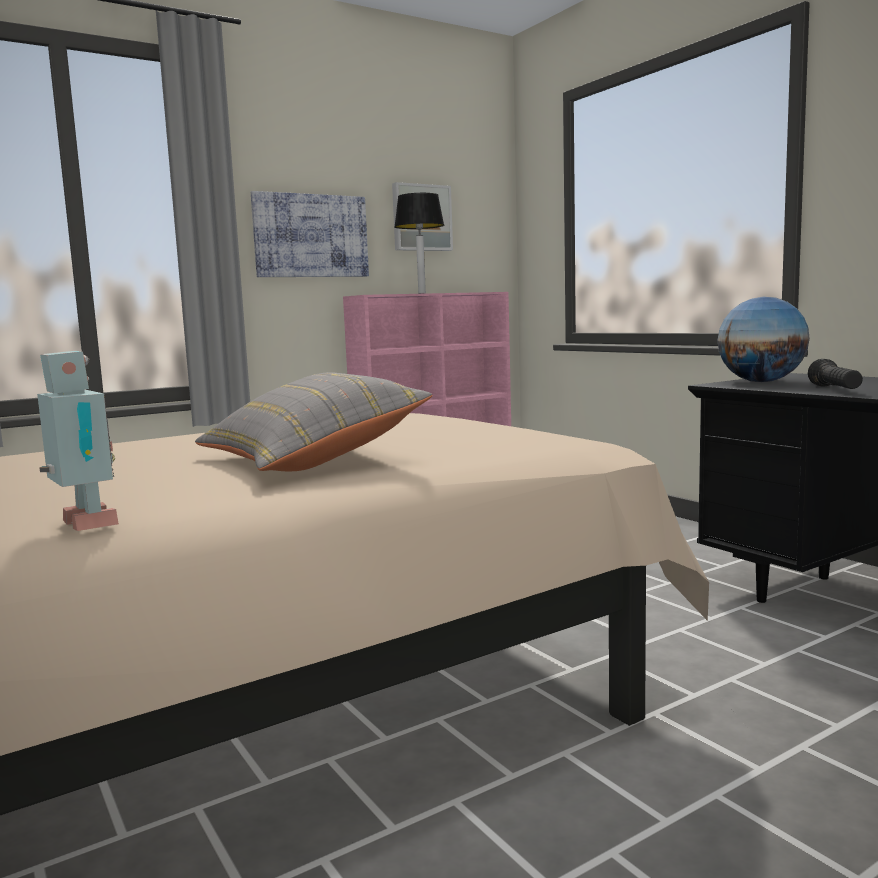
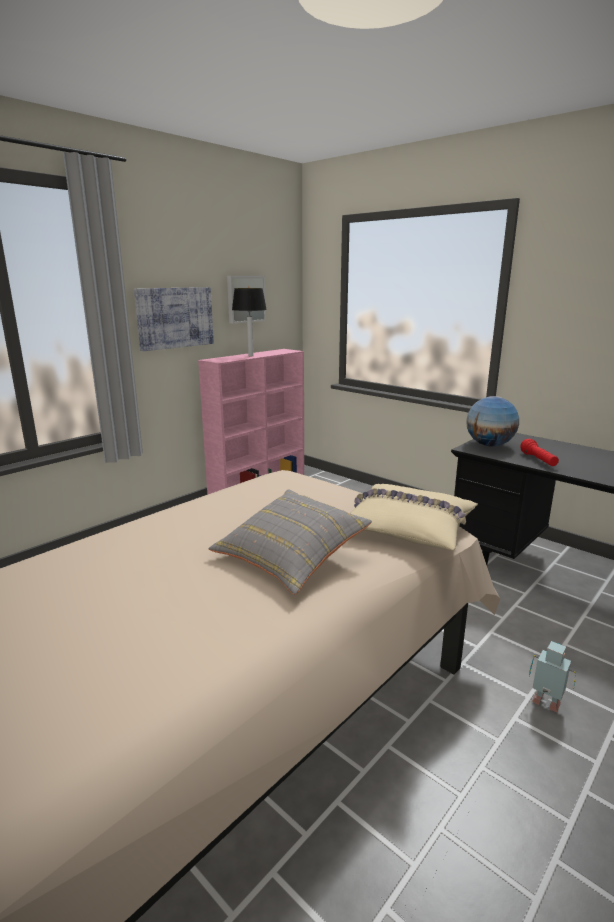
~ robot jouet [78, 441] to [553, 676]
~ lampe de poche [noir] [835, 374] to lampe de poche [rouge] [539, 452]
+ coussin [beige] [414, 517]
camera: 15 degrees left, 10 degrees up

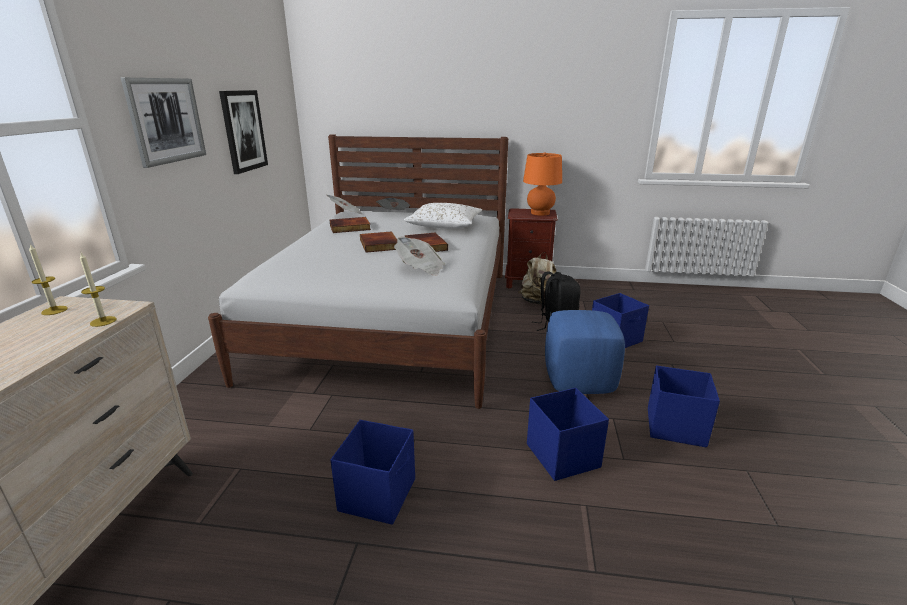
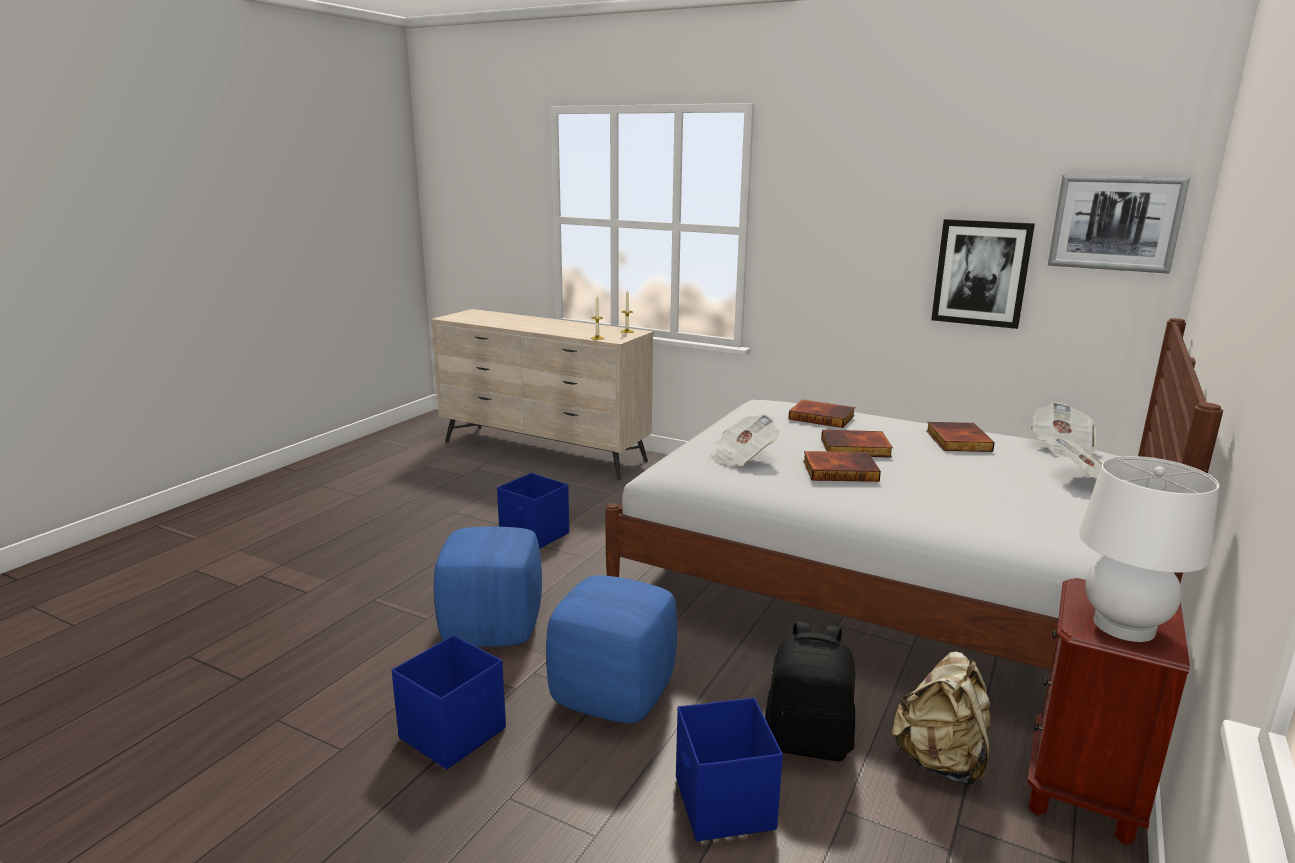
~ tableau [163, 123] to [1119, 224]
- coussin [blanc] [443, 215]
~ lampe de table [orange] [542, 184] to lampe de table [blanc] [1149, 549]
~ boîte de rangement [bleu] [568, 434] to pouf [bleu] [488, 587]
+ livre [821, 414]
camera: 110 degrees right, 5 degrees down

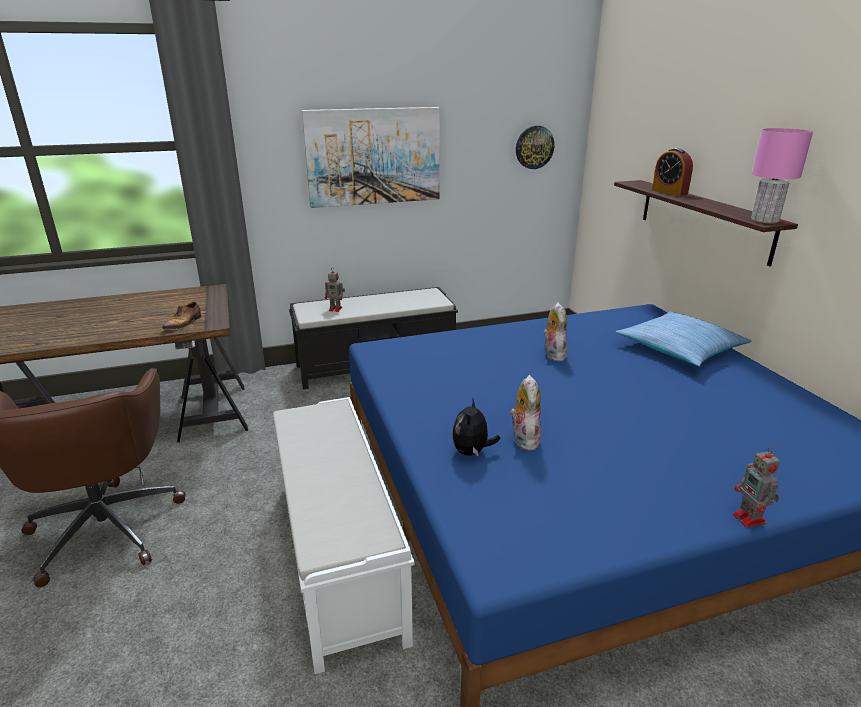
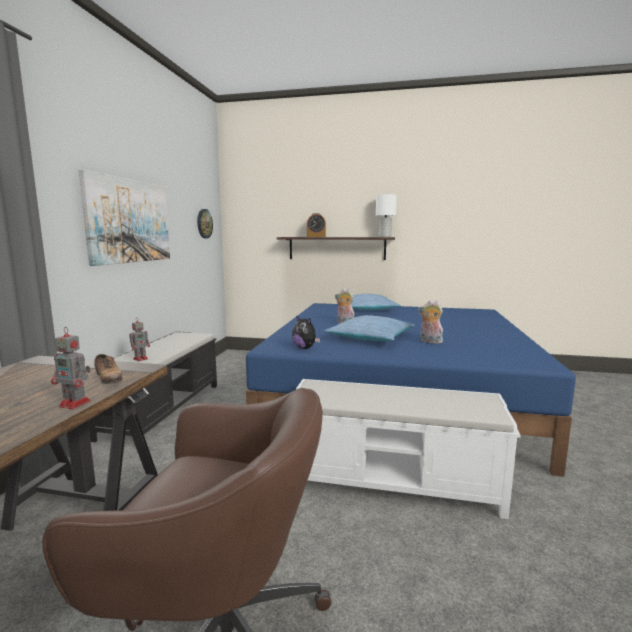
~ peluche [476, 426] to [306, 332]
~ robot jouet [756, 487] to [71, 368]
~ lampe de table [rose] [782, 175] to lampe de table [blanc] [386, 215]
+ coussin [369, 328]
camera: 60 degrees left, 15 degrees down

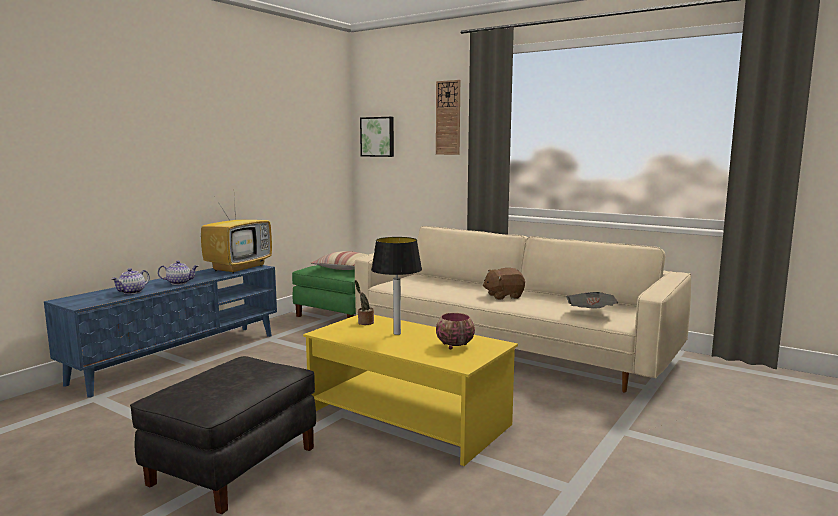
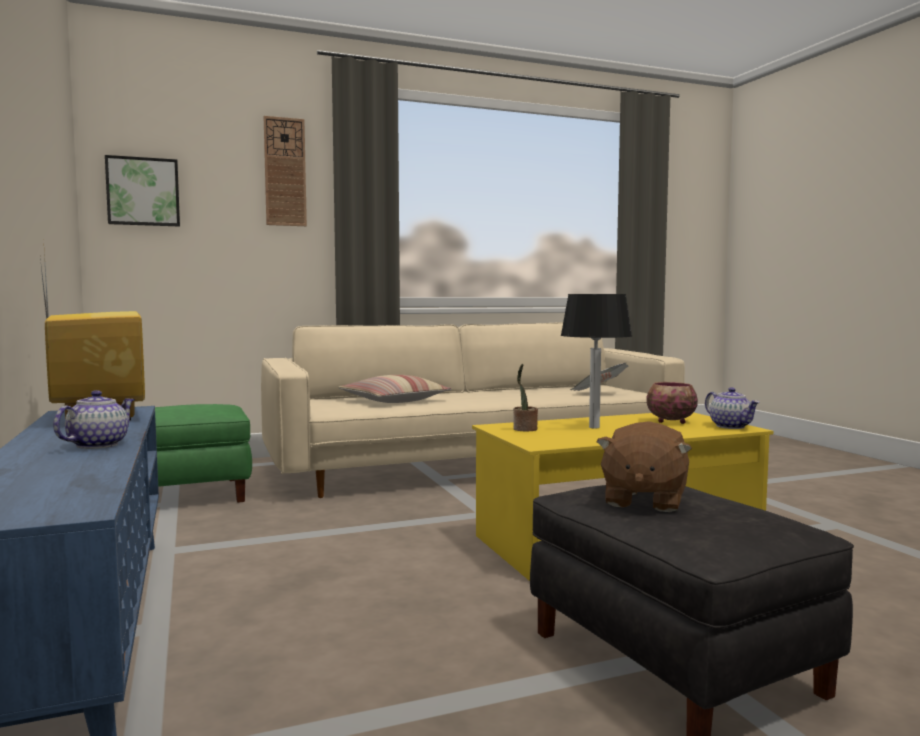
~ théière [130, 281] to [732, 408]
~ coussin [339, 260] to [395, 389]
~ peluche [marron] [504, 284] to [644, 466]
camera: 55 degrees left, 5 degrees down

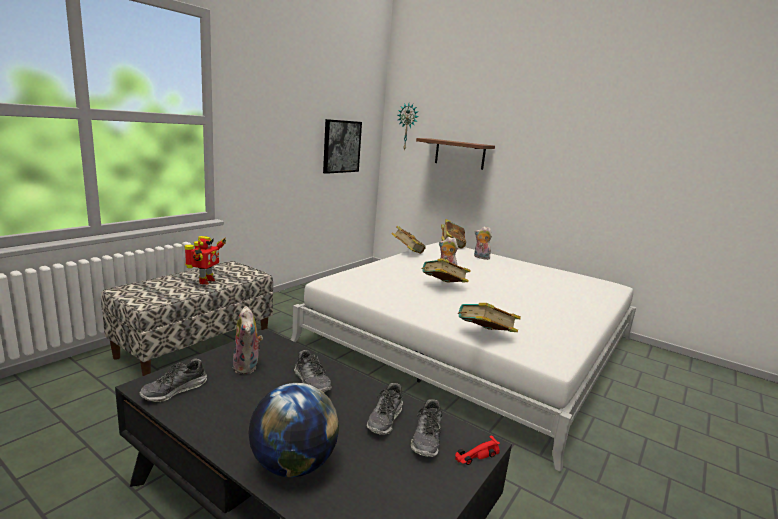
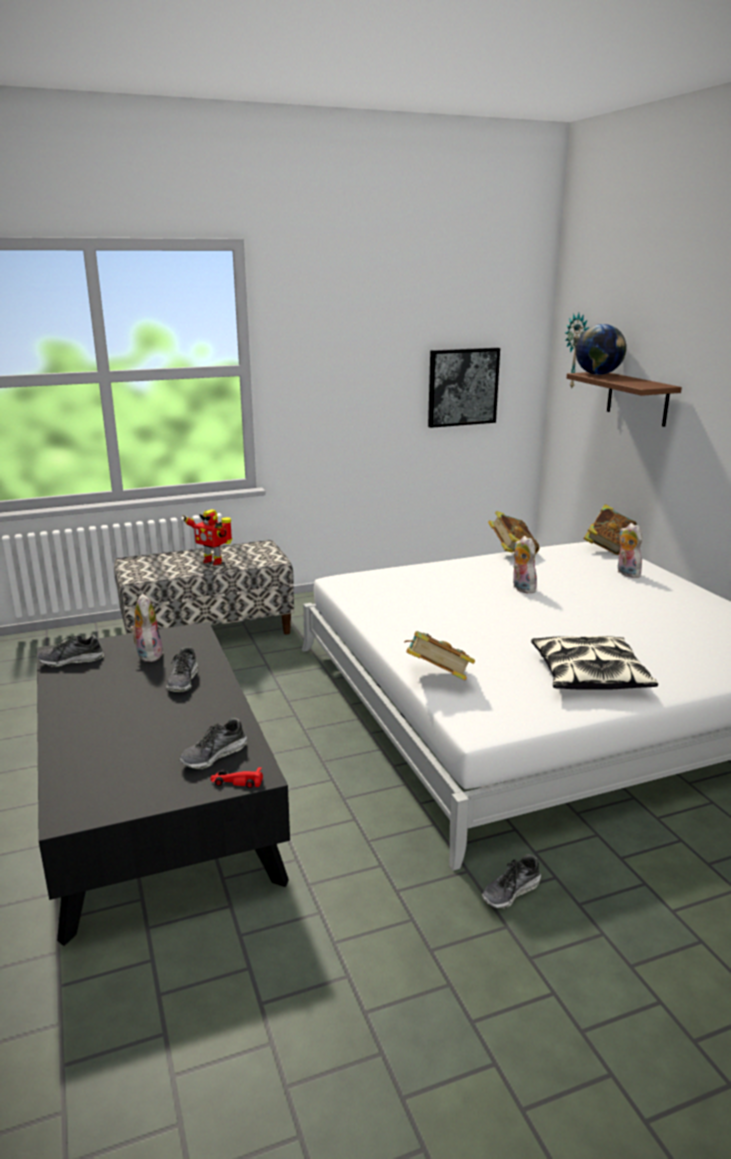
~ robot jouet [205, 260] = [207, 537] 75 degrees clockwise
~ peluche [248, 340] = [146, 627] 150 degrees clockwise
~ globe [293, 430] to [601, 349]
~ chaussure [385, 409] to [511, 881]
- livre [446, 270]
+ coussin [594, 663]
camera: 35 degrees right, 5 degrees up

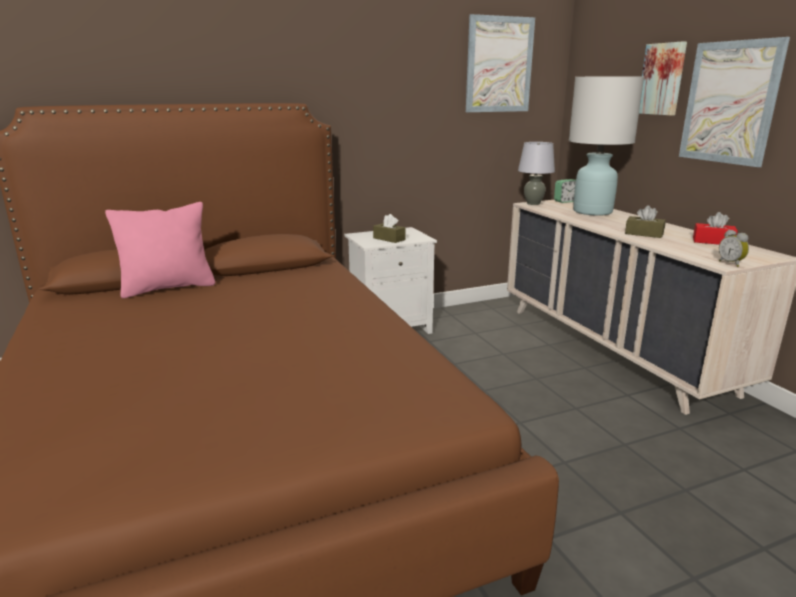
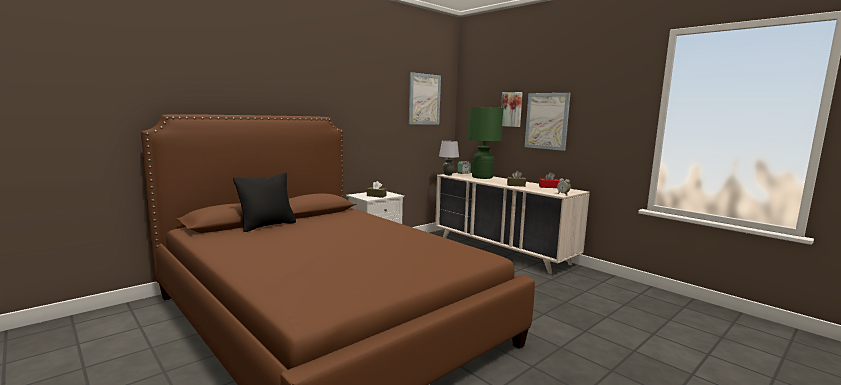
~ coussin [rose] [160, 250] to coussin [noir] [264, 202]
~ lampe de table [blanc] [606, 146] to lampe de table [vert] [485, 143]
camera: 20 degrees left, 10 degrees down

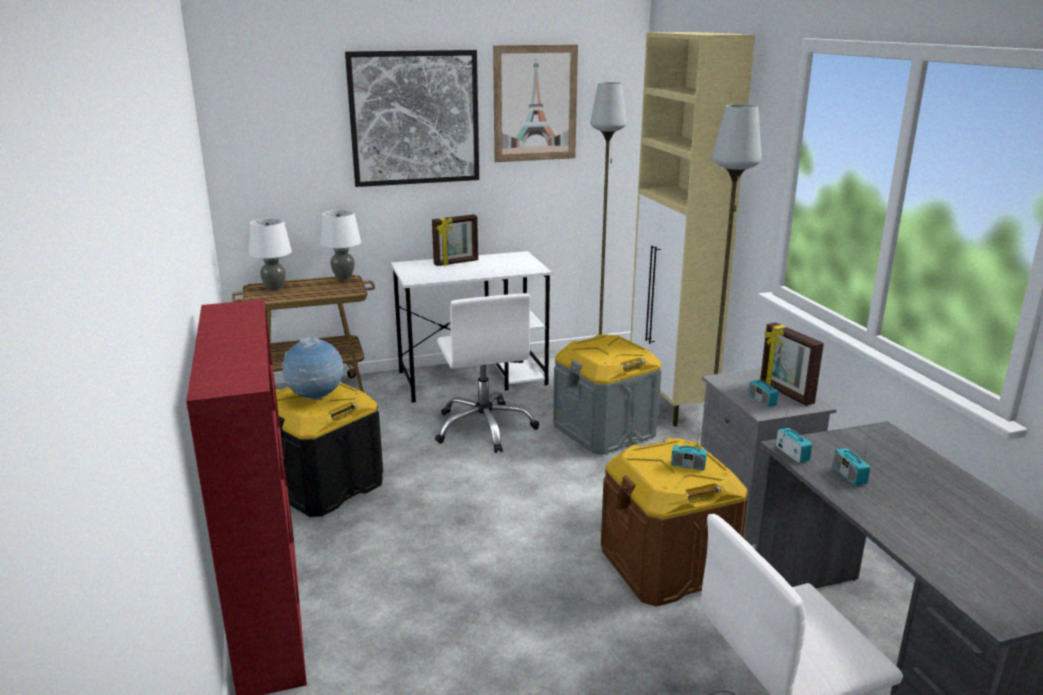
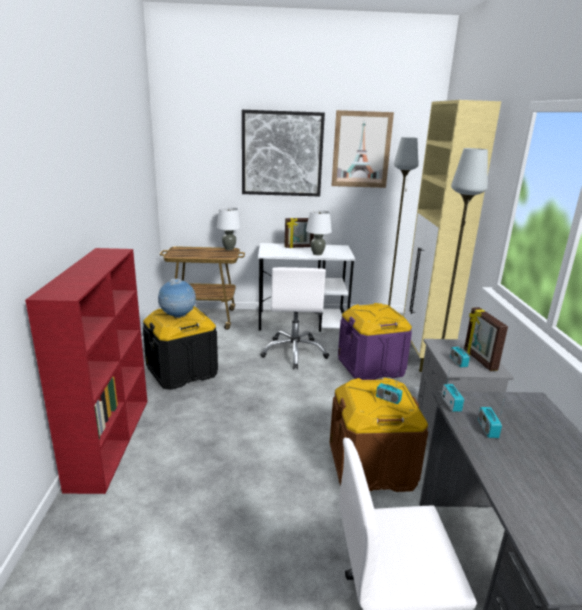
~ lampe de table [blanc] [270, 254] to [319, 232]
~ boîte de rangement [gris] [607, 394] to boîte de rangement [violet] [375, 341]
camera: 15 degrees right, 0 degrees up

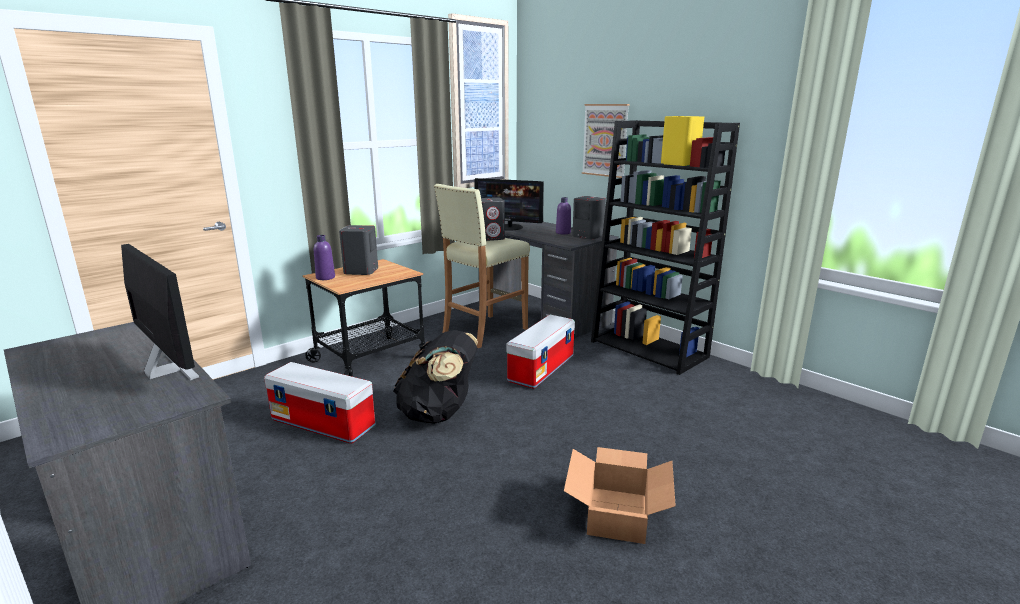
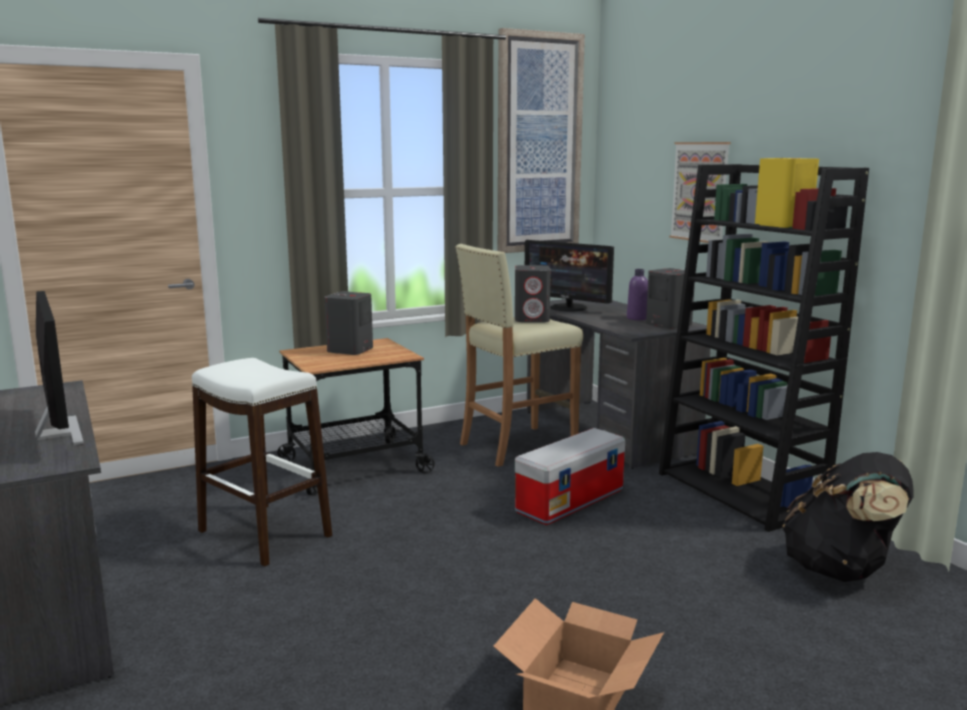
~ boîte de rangement [319, 402] to tabouret [blanc] [262, 462]
- bouteille [violet] [324, 257]
~ sac à dos [noir] [435, 377] to [847, 517]
camera: 15 degrees right, 5 degrees down

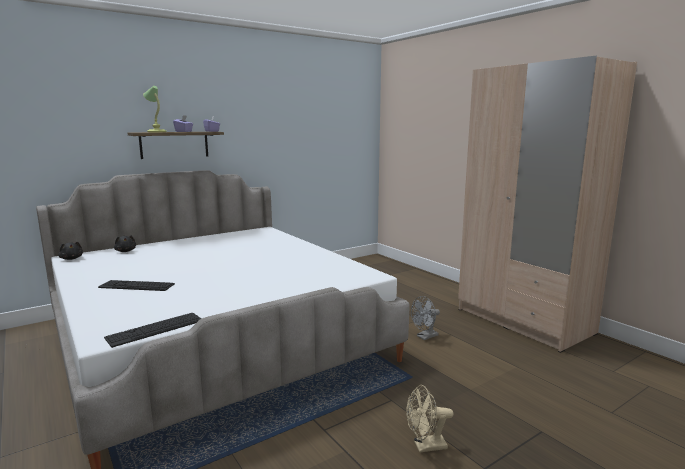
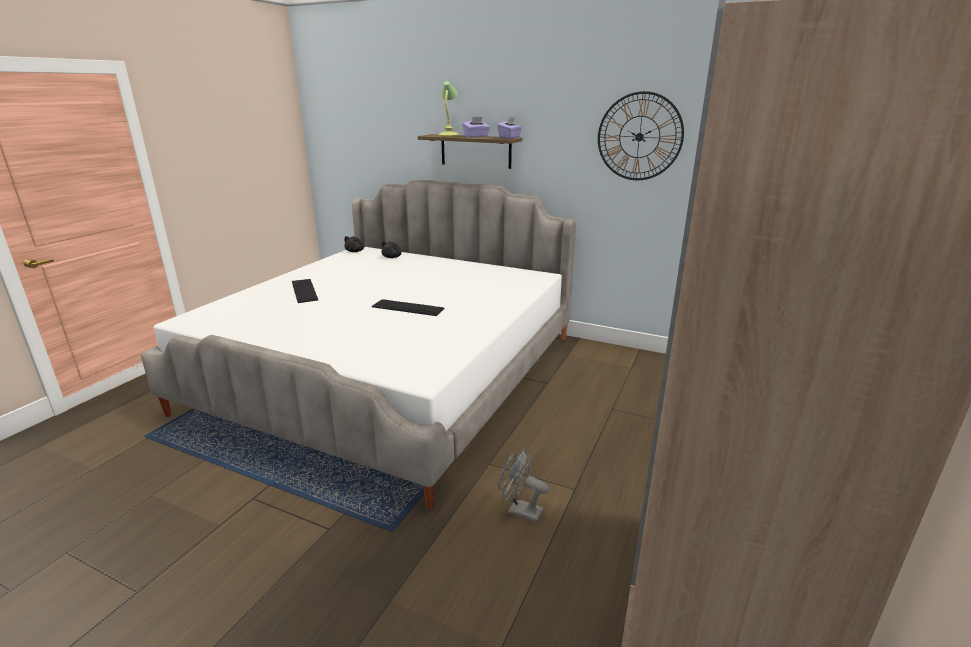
~ clavier [152, 330] to [408, 307]
- ventilateur [beige] [430, 419]
+ horloge murale [641, 135]
camera: 60 degrees right, 10 degrees up

